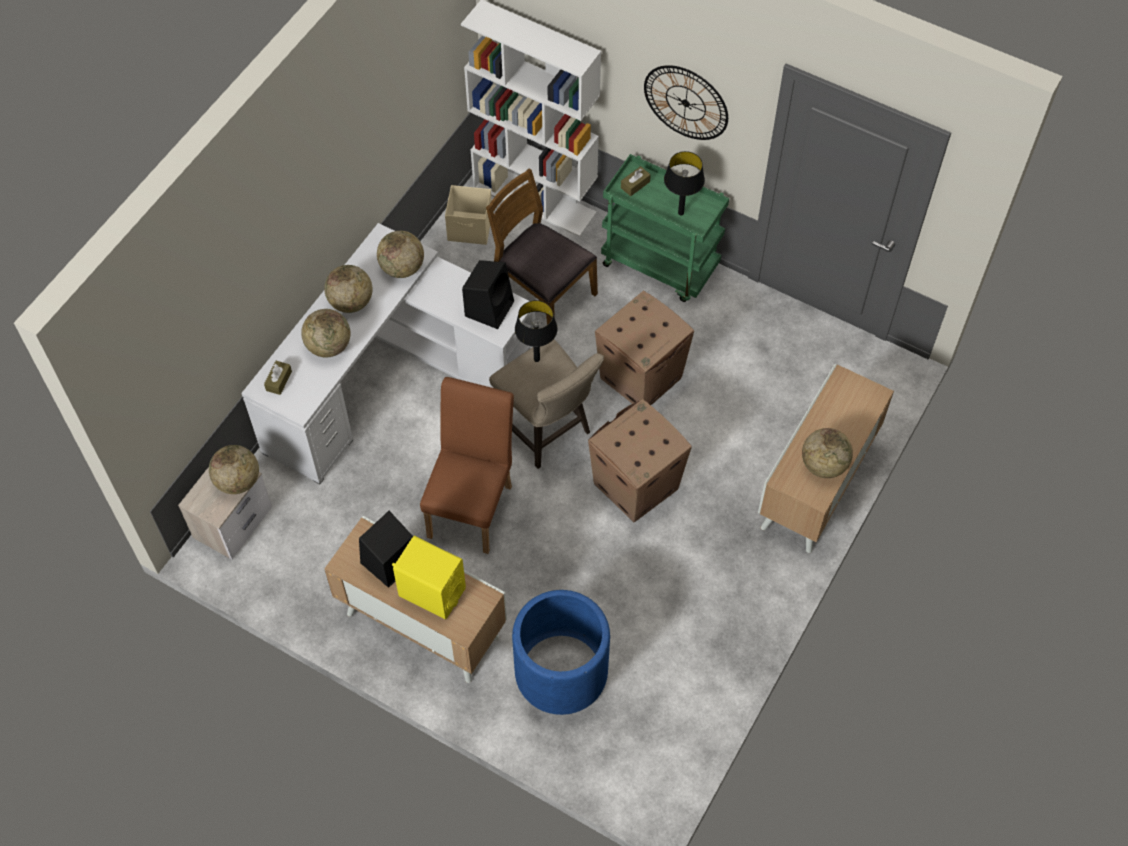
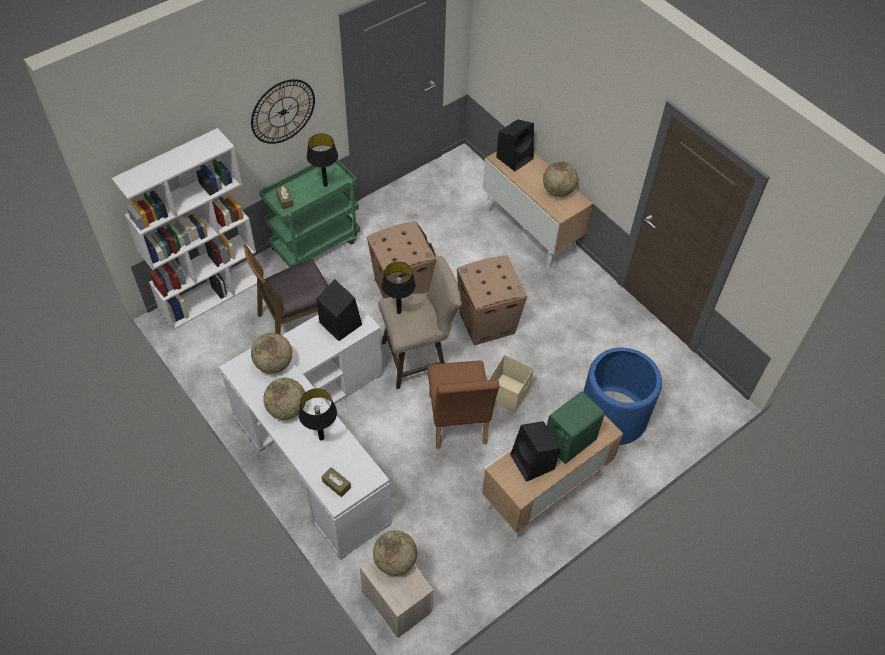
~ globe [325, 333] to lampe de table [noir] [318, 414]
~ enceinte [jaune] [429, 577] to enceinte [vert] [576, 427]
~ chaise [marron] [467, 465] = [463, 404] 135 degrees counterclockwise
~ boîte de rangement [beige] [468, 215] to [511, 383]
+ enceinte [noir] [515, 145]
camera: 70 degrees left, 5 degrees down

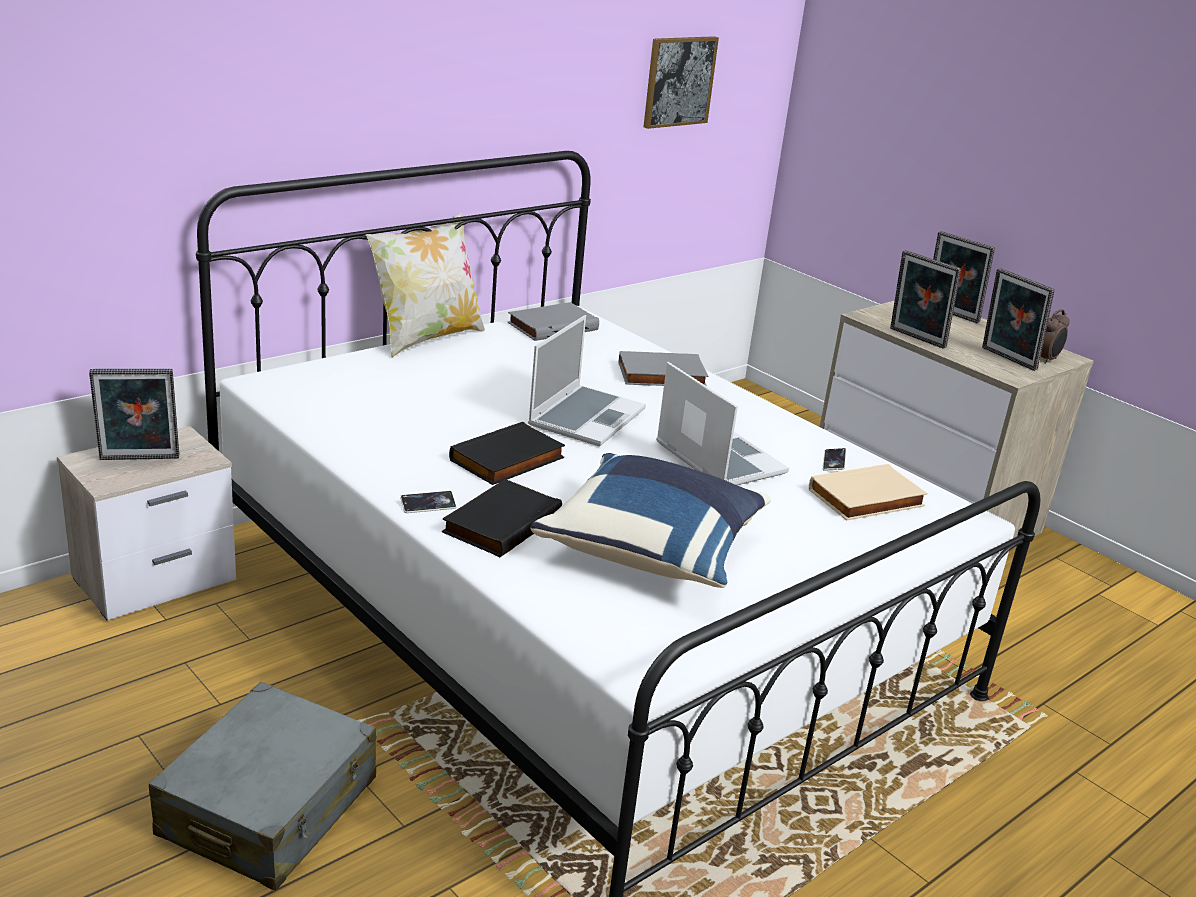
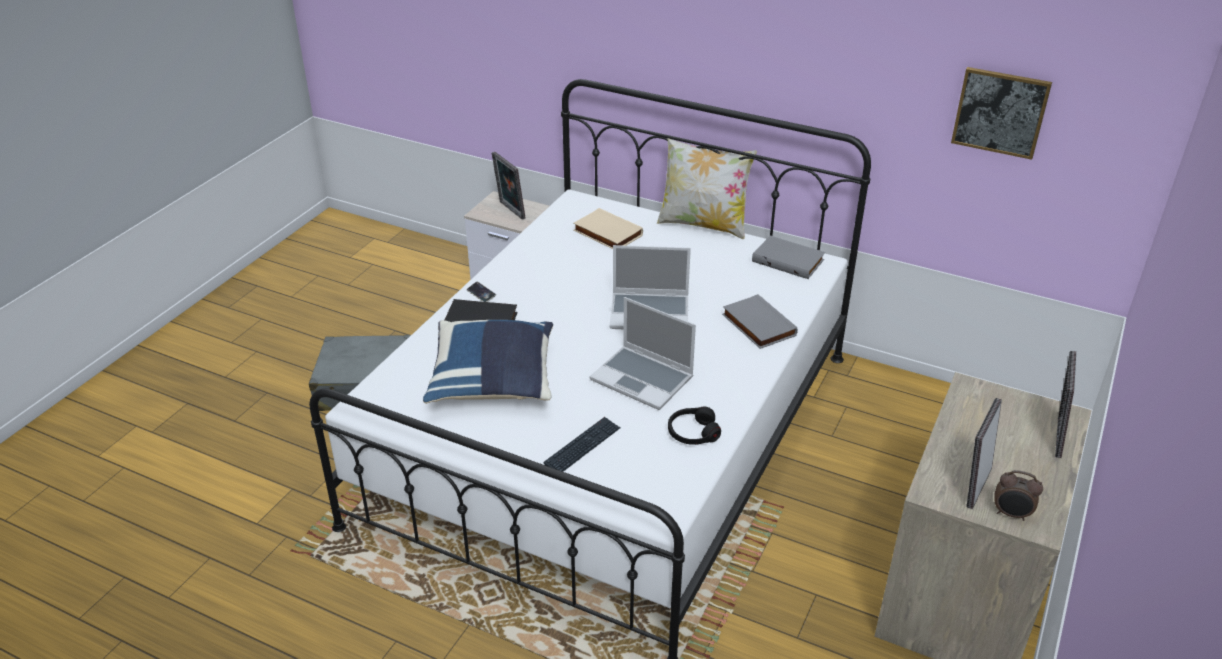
- livre [noir] [507, 453]
~ ordinateur portable [722, 423] = [643, 353] 90 degrees clockwise
~ livre [beige] [868, 492] to [608, 228]
~ téléphone [835, 459] to casque audio [noir] [694, 426]
- cadre photo [925, 299]
+ clavier [582, 444]
camera: 70 degrees right, 10 degrees up

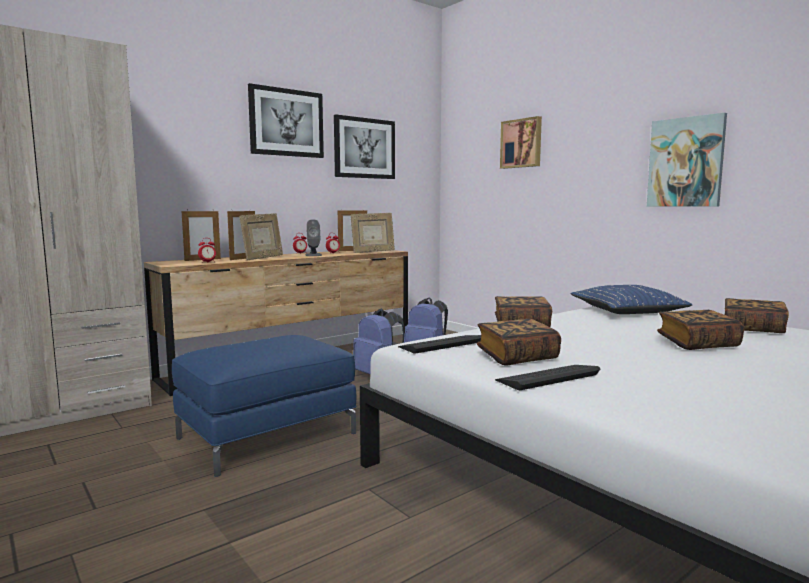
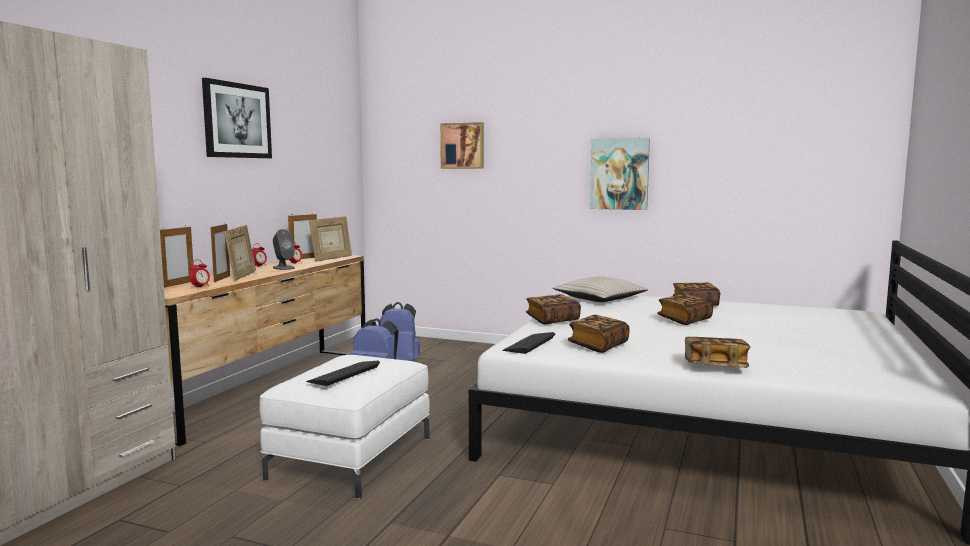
~ pouf [bleu] [264, 406] to pouf [blanc] [344, 427]
- tableau [364, 147]
~ clavier [547, 377] to [343, 373]
~ coussin [bleu] [632, 299] to coussin [beige] [600, 289]
+ livre [717, 352]
camera: 30 degrees left, 0 degrees up

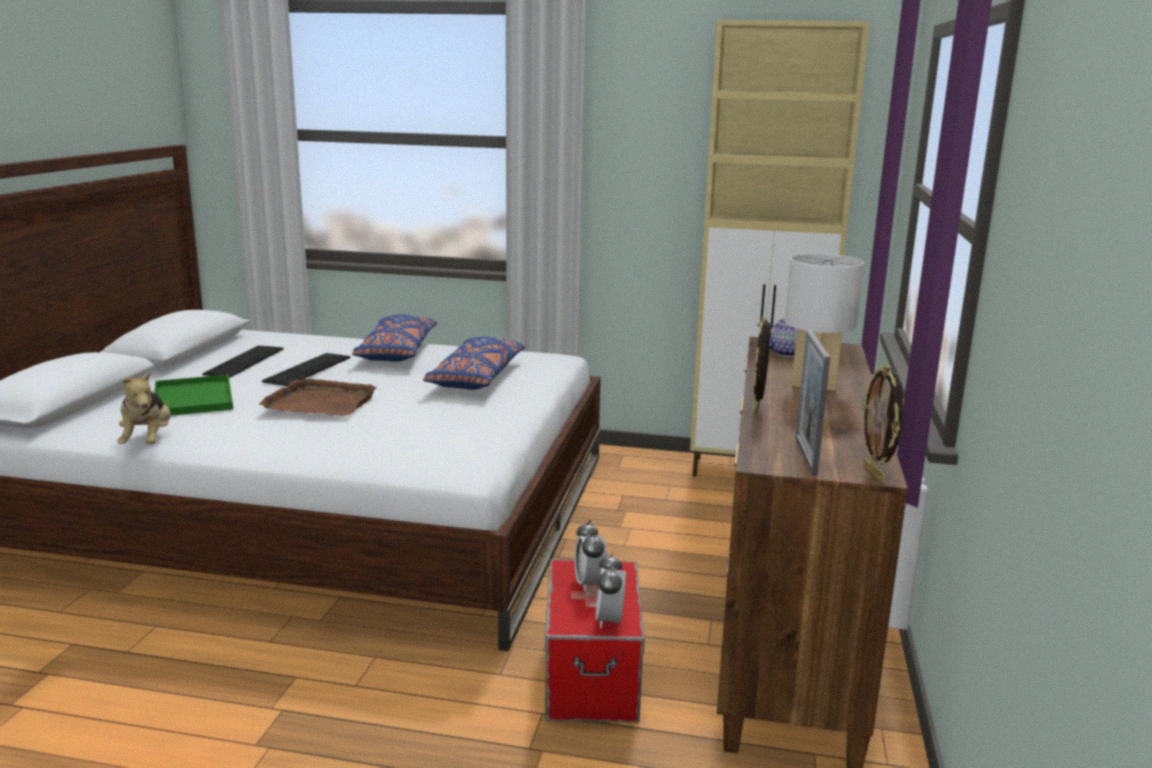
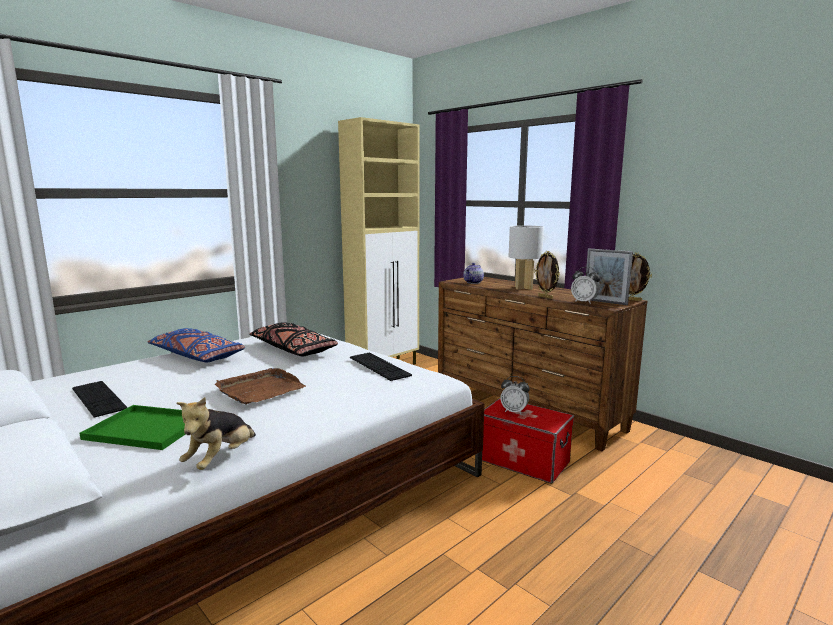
~ peluche [144, 407] = [216, 433] 90 degrees clockwise
~ clavier [306, 369] to [381, 366]
~ coussin [bleu] [474, 363] to coussin [noir] [293, 339]
~ réveil [610, 590] to [585, 285]
camera: 55 degrees left, 5 degrees down

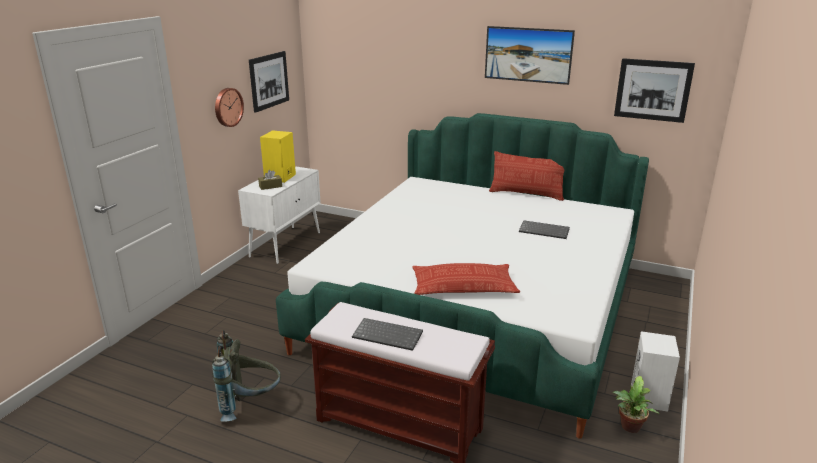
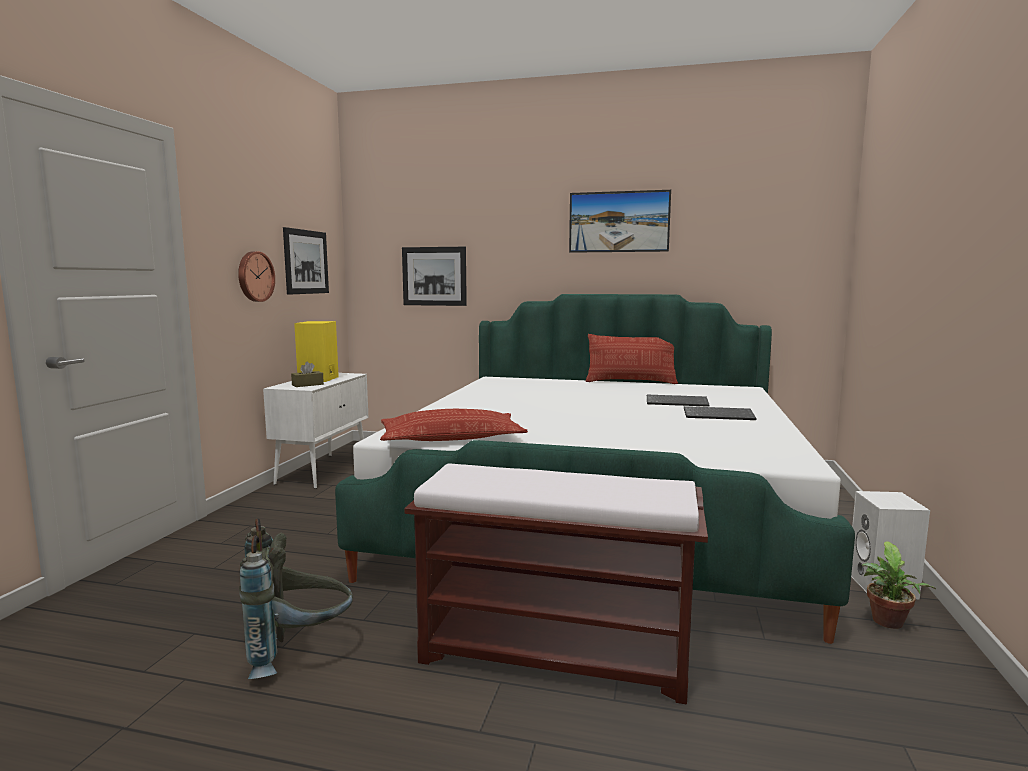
~ clavier [387, 334] to [720, 413]
~ coussin [466, 279] to [454, 425]
~ tableau [654, 90] to [434, 276]
camera: 10 degrees left, 15 degrees down

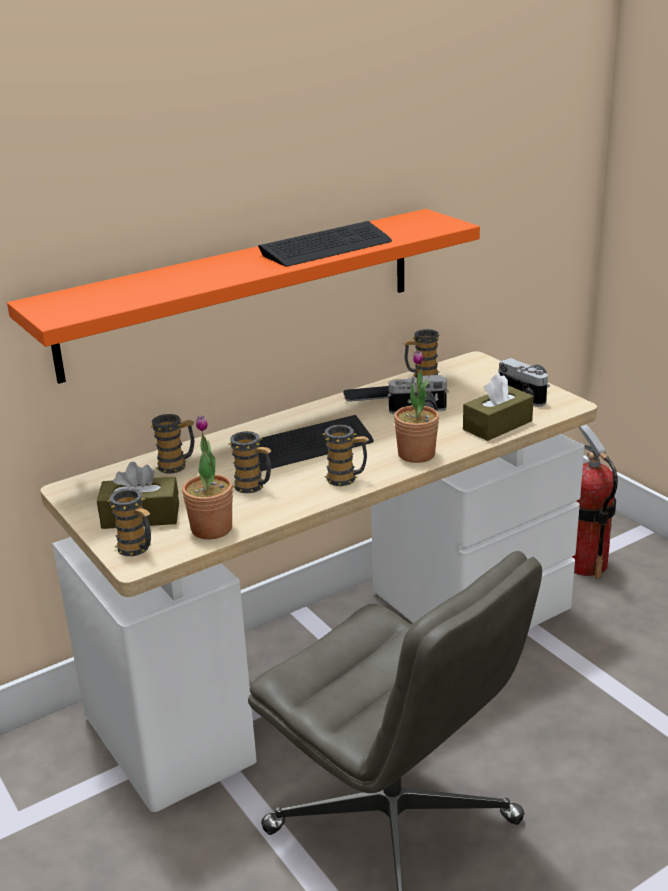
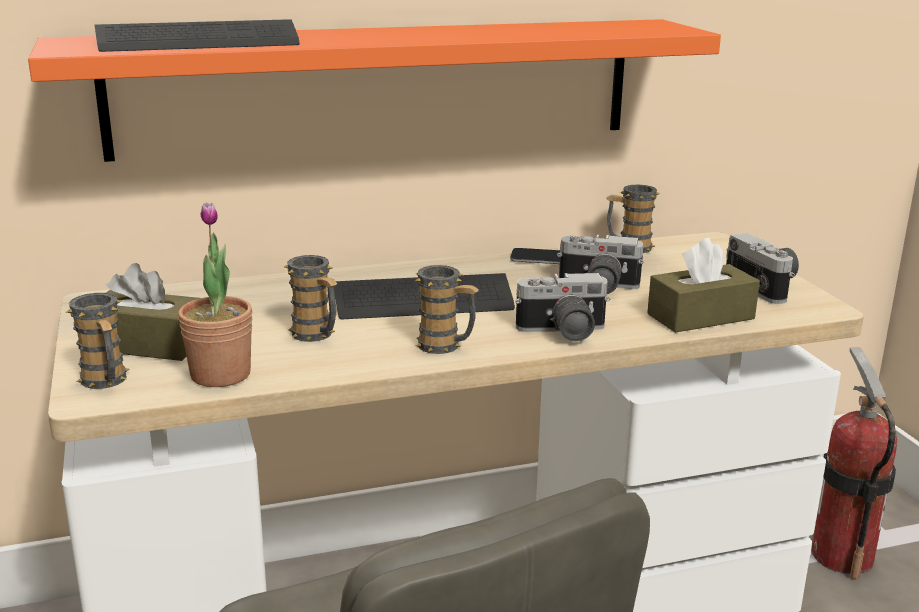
- mug [172, 444]
~ clavier [325, 244] to [197, 35]
~ plante en pot [416, 407] to appareil photo [562, 307]
camera: 15 degrees right, 5 degrees down

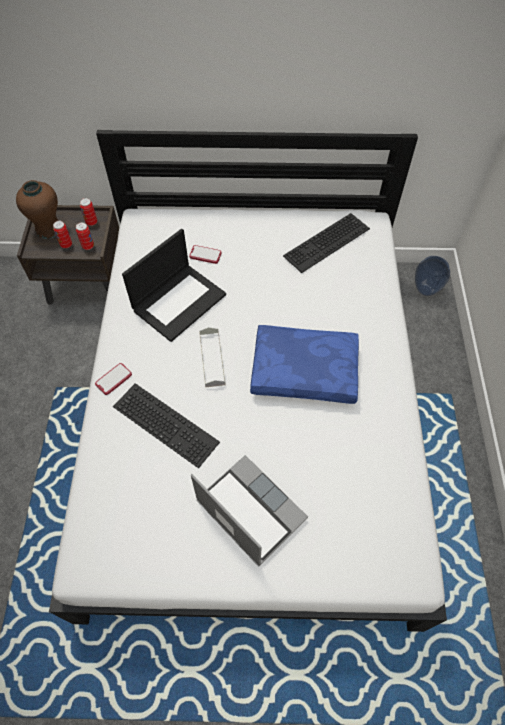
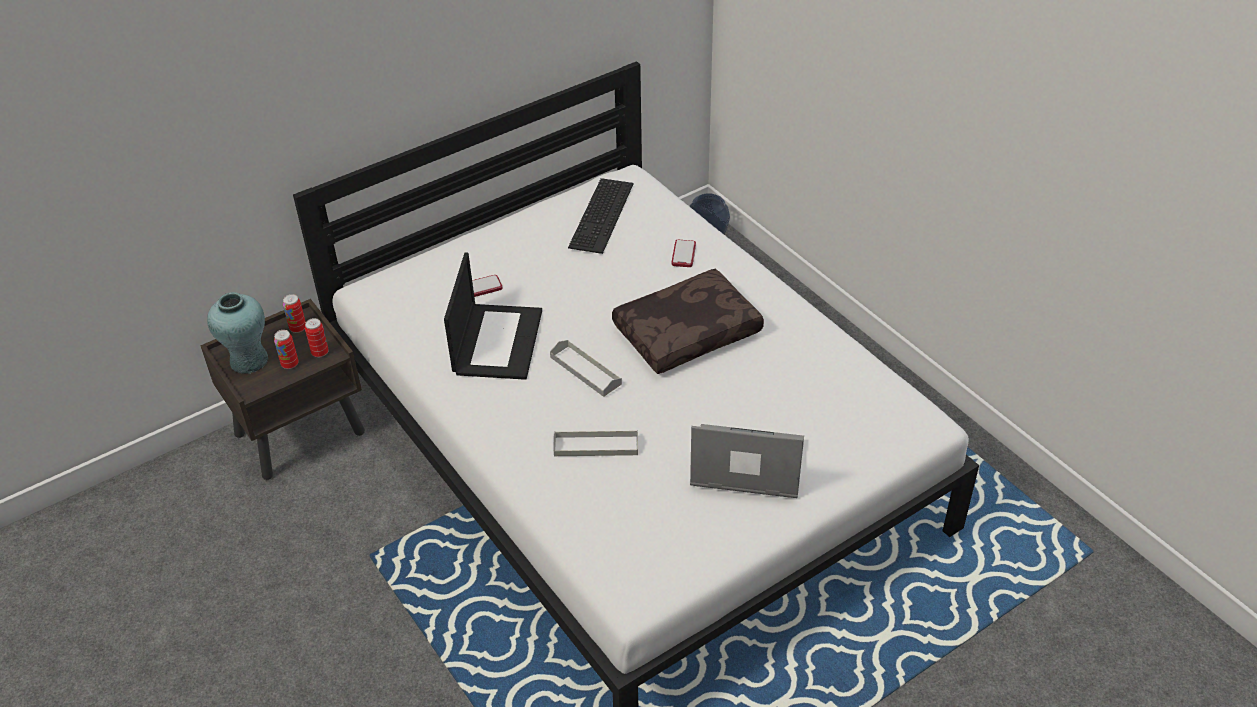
~ vase [marron] [37, 209] to vase [turquoise] [237, 333]
~ téléphone [113, 379] to [684, 253]
~ clavier [166, 425] to plateau [gris] [596, 443]
~ coussin [bleu] [304, 364] to coussin [marron] [688, 321]
camera: 35 degrees left, 15 degrees down

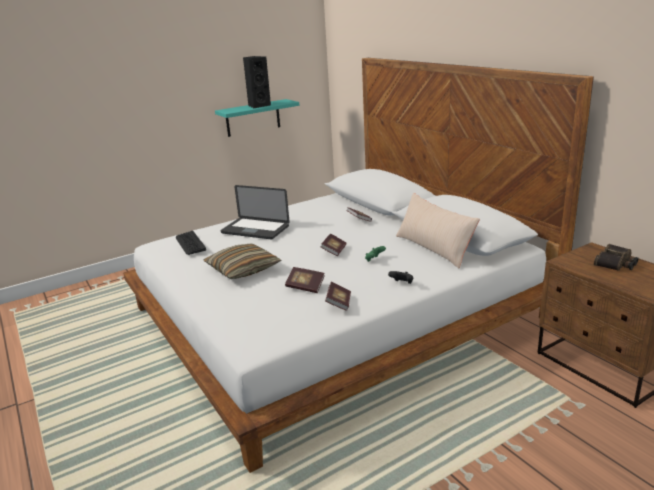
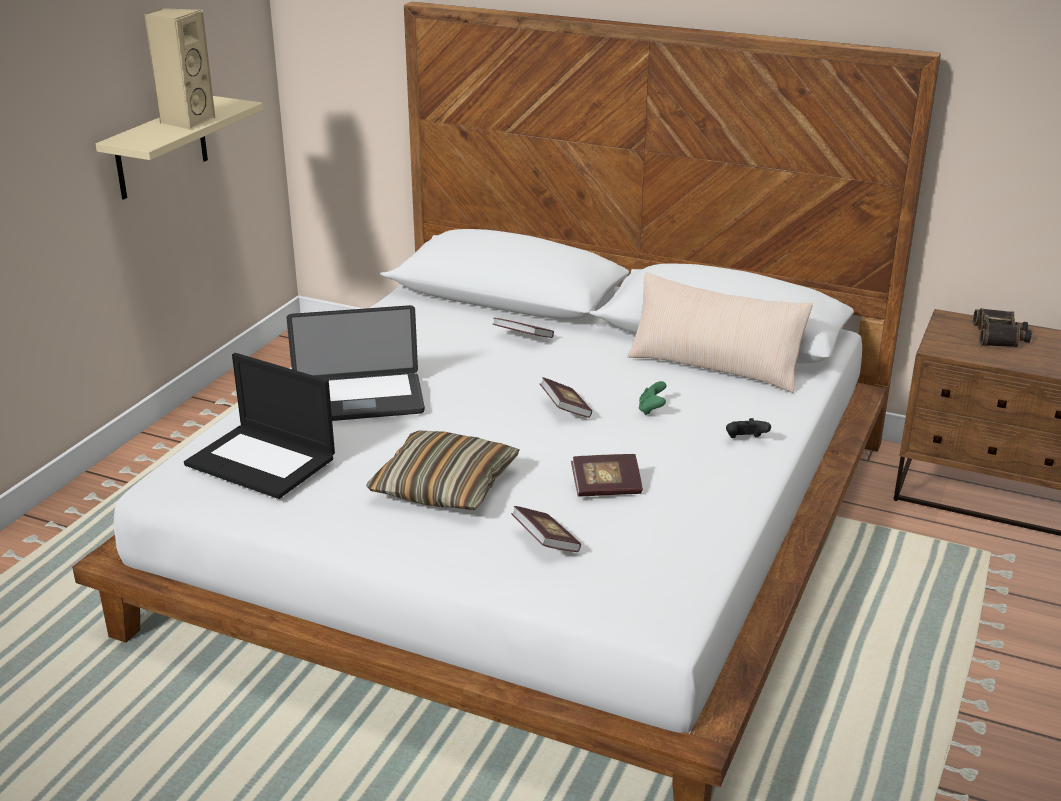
~ clavier [191, 243] to ordinateur portable [259, 426]
~ étagère [turquoise] [257, 118] to étagère [beige] [179, 148]
~ enceinte [noir] [257, 82] to enceinte [beige] [179, 69]
~ livre [338, 296] to [546, 529]
camera: 35 degrees left, 5 degrees up

